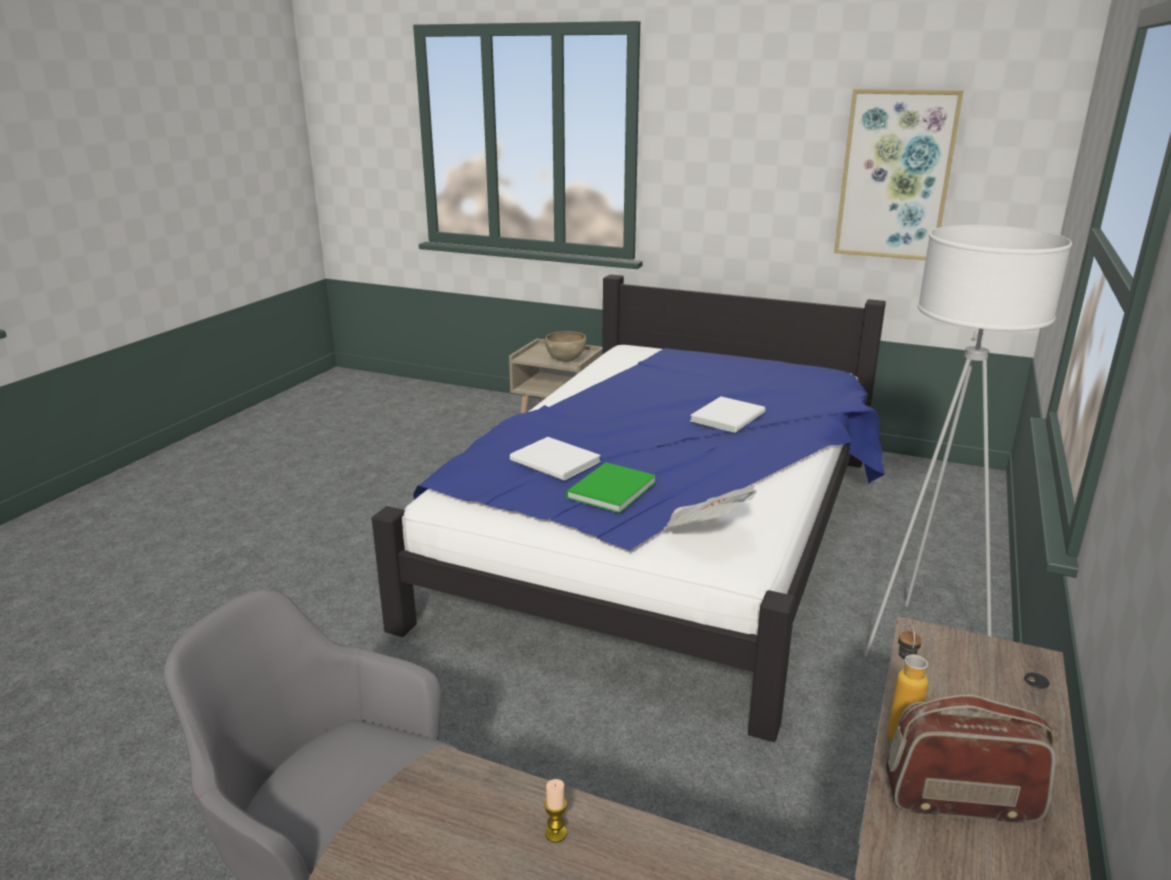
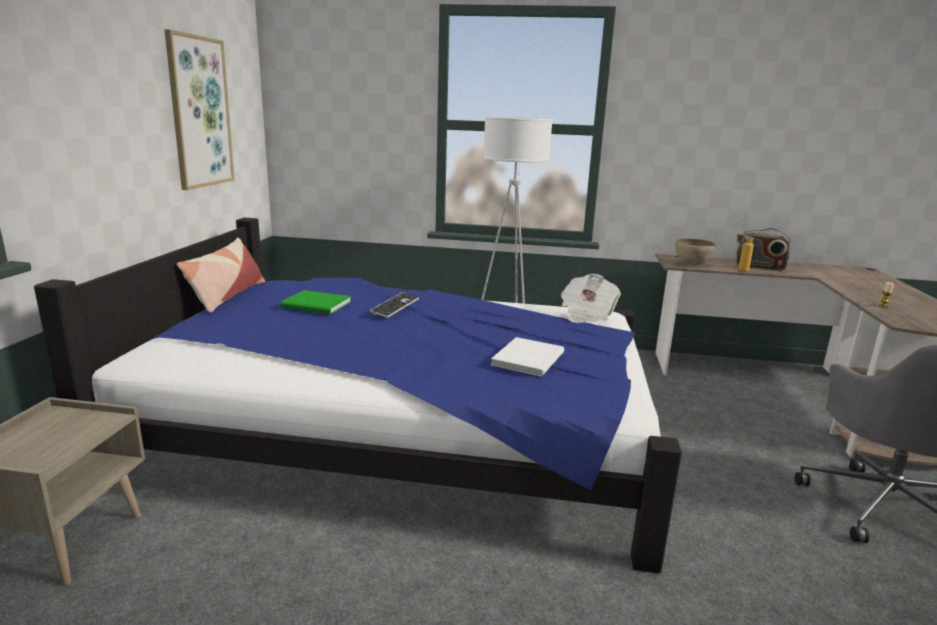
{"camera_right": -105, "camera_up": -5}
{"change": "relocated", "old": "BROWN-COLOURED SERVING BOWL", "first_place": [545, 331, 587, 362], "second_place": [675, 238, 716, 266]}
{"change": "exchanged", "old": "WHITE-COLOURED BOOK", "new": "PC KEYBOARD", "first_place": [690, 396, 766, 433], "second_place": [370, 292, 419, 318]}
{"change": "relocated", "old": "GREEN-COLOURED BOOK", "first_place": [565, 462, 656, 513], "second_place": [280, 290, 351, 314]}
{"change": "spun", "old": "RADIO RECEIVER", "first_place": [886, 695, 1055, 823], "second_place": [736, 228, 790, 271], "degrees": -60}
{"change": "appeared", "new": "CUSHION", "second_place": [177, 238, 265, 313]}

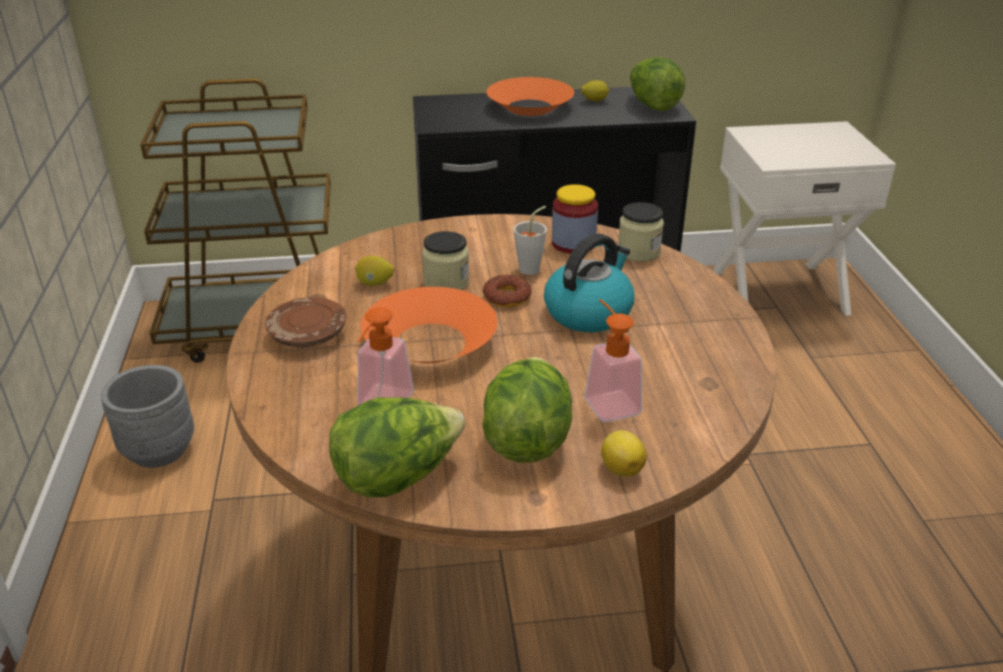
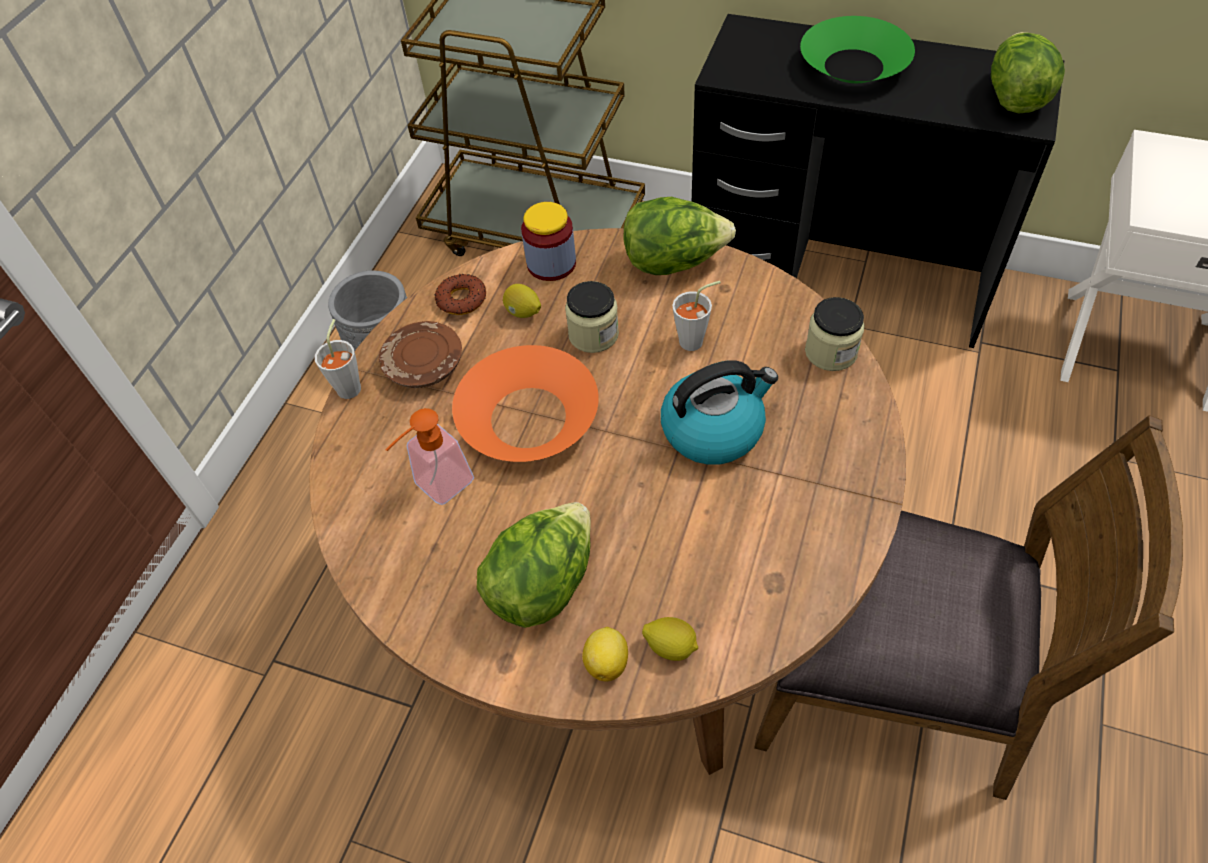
{"camera_right": 30, "camera_up": 20}
{"change": "colour", "old": "ORANGEY SERVING BOWL", "new": "GREEN-COLOURED SERVING BOWL", "first_place": [486, 77, 574, 116], "second_place": [800, 16, 915, 83]}
{"change": "relocated", "old": "LEMON", "first_place": [581, 80, 610, 102], "second_place": [642, 617, 698, 661]}
{"change": "relocated", "old": "JAR", "first_place": [552, 184, 598, 254], "second_place": [521, 202, 576, 281]}
{"change": "relocated", "old": "DONUT", "first_place": [483, 275, 532, 307], "second_place": [434, 274, 486, 315]}
{"change": "missing", "old": "SOAP DISPENSER", "first_place": [585, 299, 642, 422]}
{"change": "relocated", "old": "LETTUCE", "first_place": [329, 397, 466, 497], "second_place": [623, 197, 736, 275]}
{"change": "appeared", "new": "GREY DRINKING CUP", "second_place": [315, 319, 361, 399]}
{"change": "appeared", "new": "BROWN-COLOURED PLAIN CHAIR", "second_place": [754, 415, 1183, 800]}

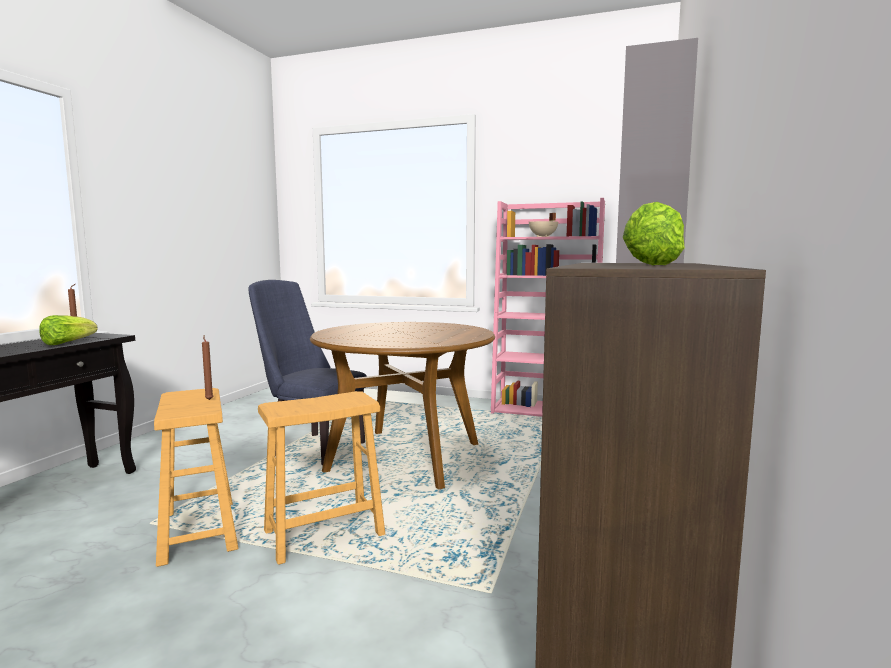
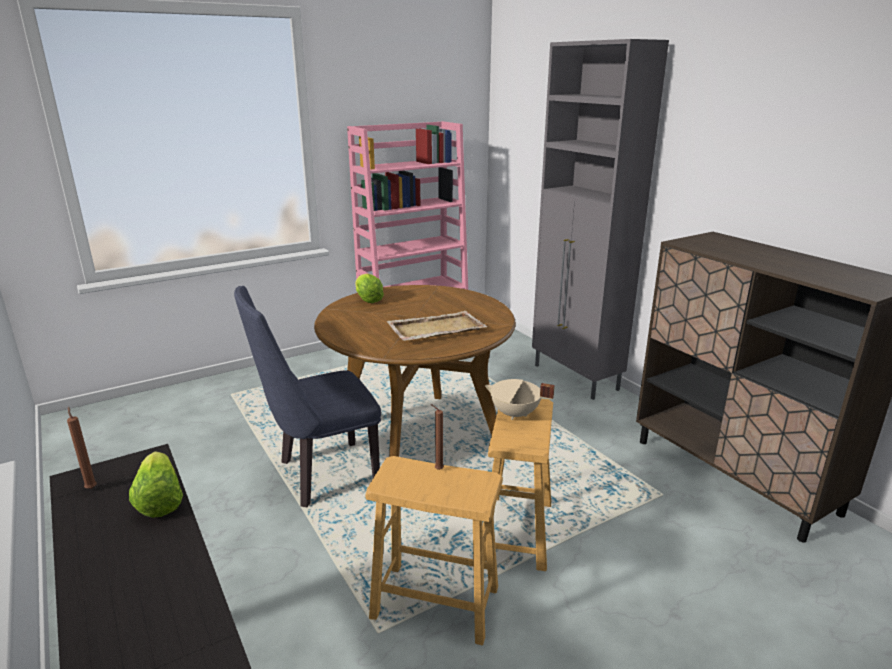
{"camera_right": -50, "camera_up": 15}
{"change": "relocated", "old": "LETTUCE", "first_place": [623, 202, 685, 265], "second_place": [355, 274, 384, 303]}
{"change": "relocated", "old": "SAND-COLOURED STOCKPOT", "first_place": [529, 213, 558, 237], "second_place": [485, 379, 555, 420]}
{"change": "appeared", "new": "SAND-COLOURED CARRYING TRAY", "second_place": [386, 311, 487, 341]}

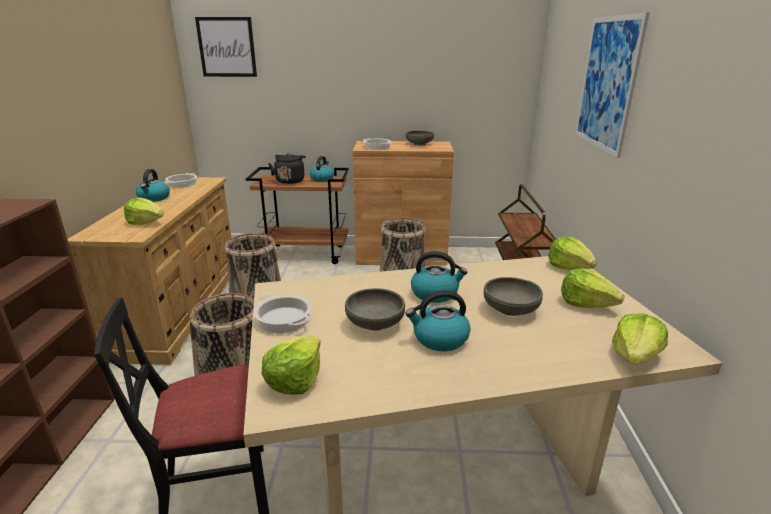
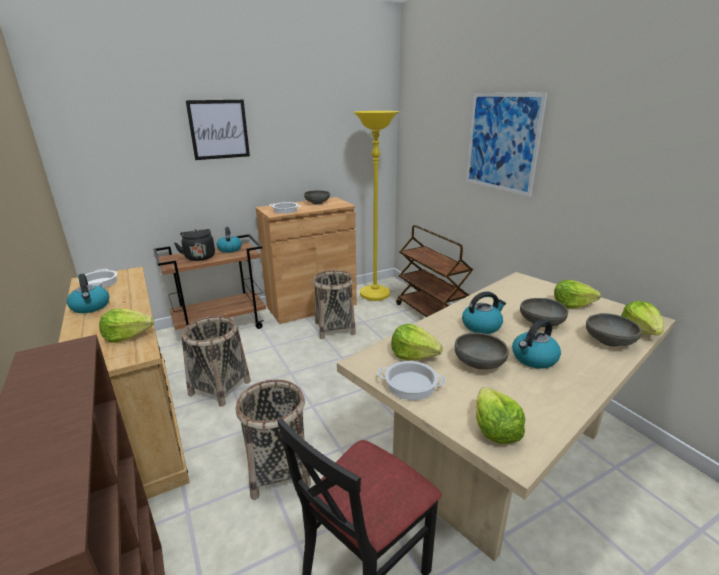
{"camera_right": -30, "camera_up": 0}
{"change": "relocated", "old": "WALL ART", "first_place": [195, 17, 257, 77], "second_place": [185, 100, 250, 160]}
{"change": "relocated", "old": "LETTUCE", "first_place": [548, 236, 597, 270], "second_place": [391, 324, 443, 360]}
{"change": "appeared", "new": "YELLOW FLOOR LAMP", "second_place": [353, 111, 399, 301]}
{"change": "appeared", "new": "GREY SERVING BOWL", "second_place": [586, 313, 642, 347]}

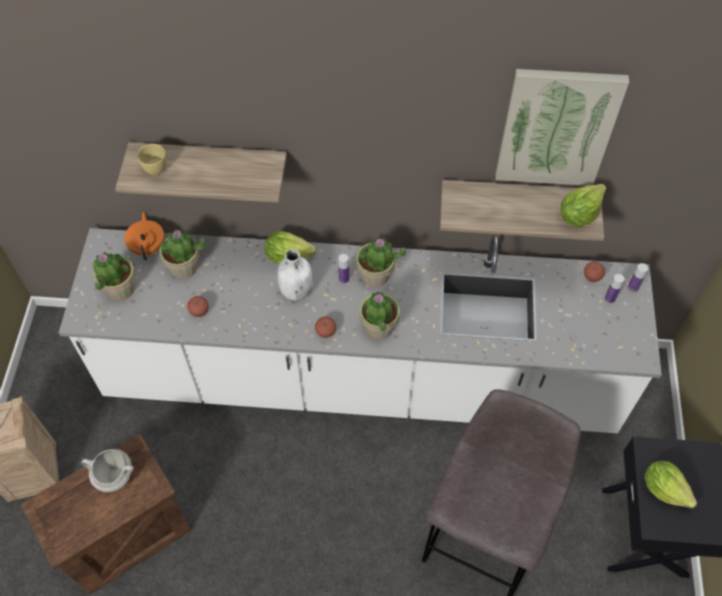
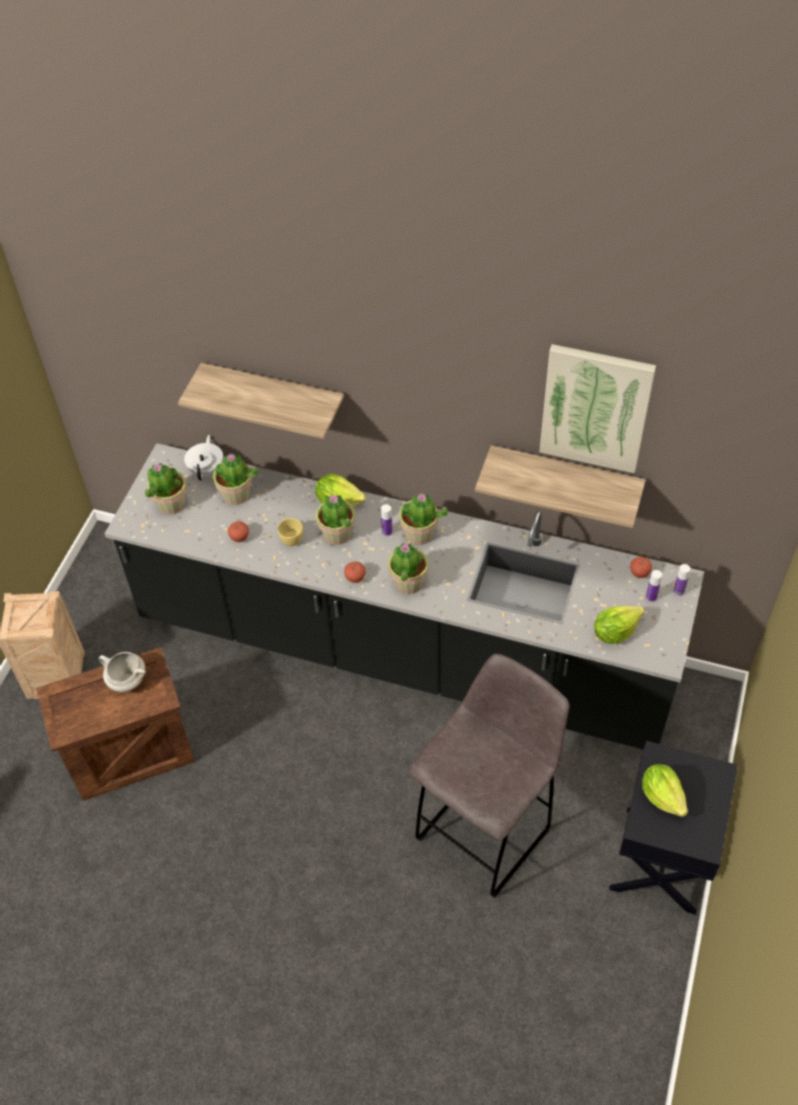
{"camera_right": 15, "camera_up": -5}
{"change": "relocated", "old": "YELLOW DRINKING CUP", "first_place": [137, 144, 166, 175], "second_place": [278, 518, 303, 546]}
{"change": "relocated", "old": "LETTUCE", "first_place": [561, 184, 606, 227], "second_place": [594, 606, 644, 644]}
{"change": "colour", "old": "ORANGEY TEAPOT", "new": "WHITE-COLOURED TEAPOT", "first_place": [124, 212, 164, 260], "second_place": [184, 435, 223, 480]}
{"change": "colour", "old": "WHITE-COLOURED COUNTER", "new": "BLACKISH COUNTER", "first_place": [59, 228, 662, 433], "second_place": [104, 443, 705, 750]}
{"change": "exchanged", "old": "WHITE-COLOURED DRINK BOTTLE", "new": "PLANT IN A POT", "first_place": [277, 249, 312, 301], "second_place": [316, 494, 355, 545]}

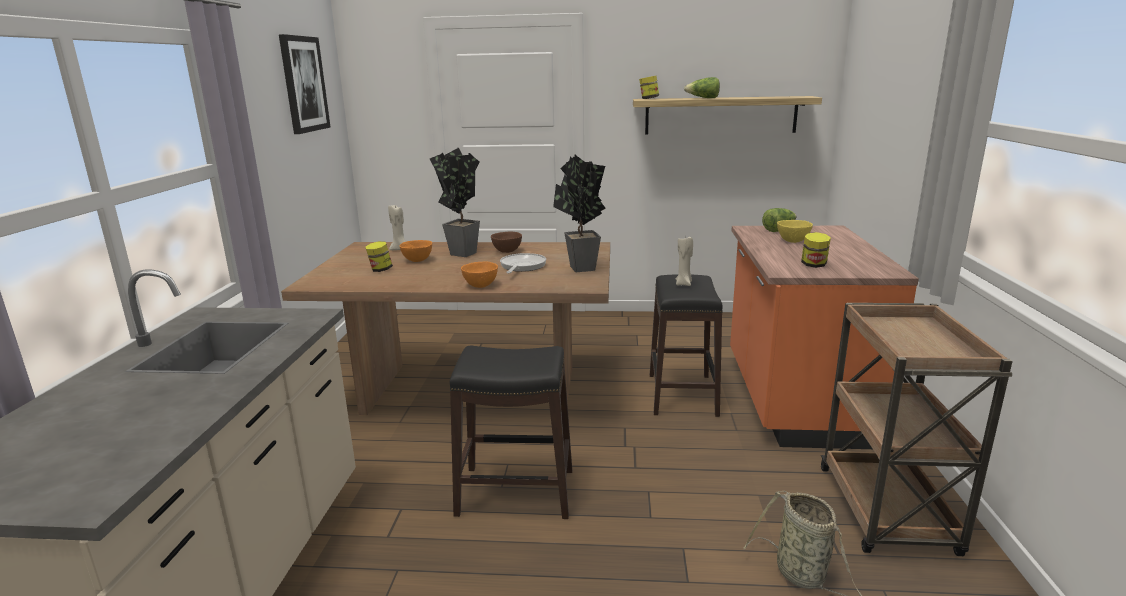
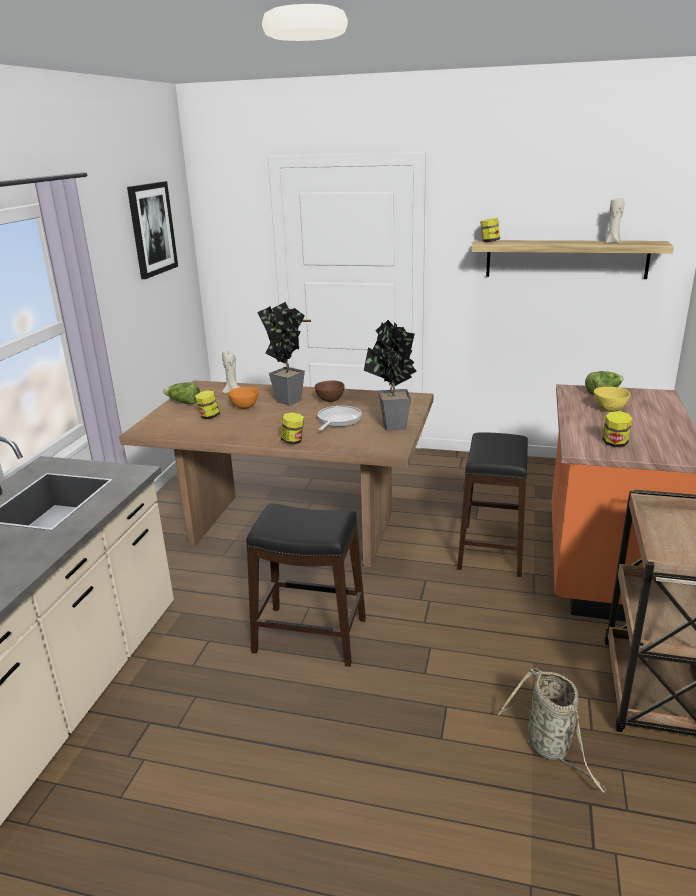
{"camera_right": 10, "camera_up": 5}
{"change": "relocated", "old": "LETTUCE", "first_place": [684, 77, 720, 98], "second_place": [163, 382, 200, 404]}
{"change": "relocated", "old": "SAND-COLOURED WAX LIGHT", "first_place": [676, 237, 693, 286], "second_place": [605, 198, 624, 244]}
{"change": "exchanged", "old": "ORANGEY SERVING BOWL", "new": "JAR", "first_place": [461, 262, 498, 288], "second_place": [281, 412, 304, 444]}

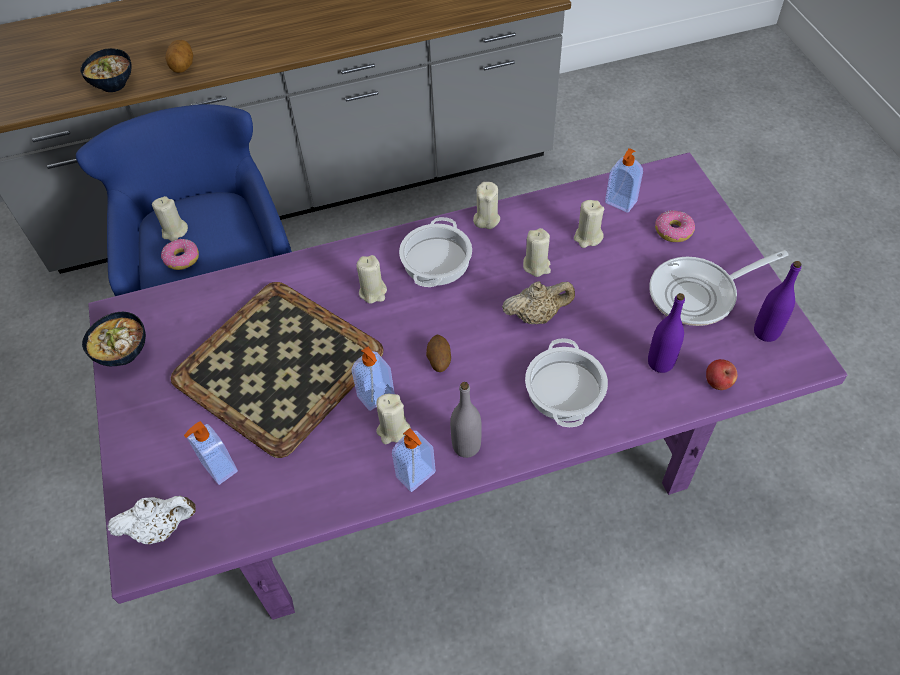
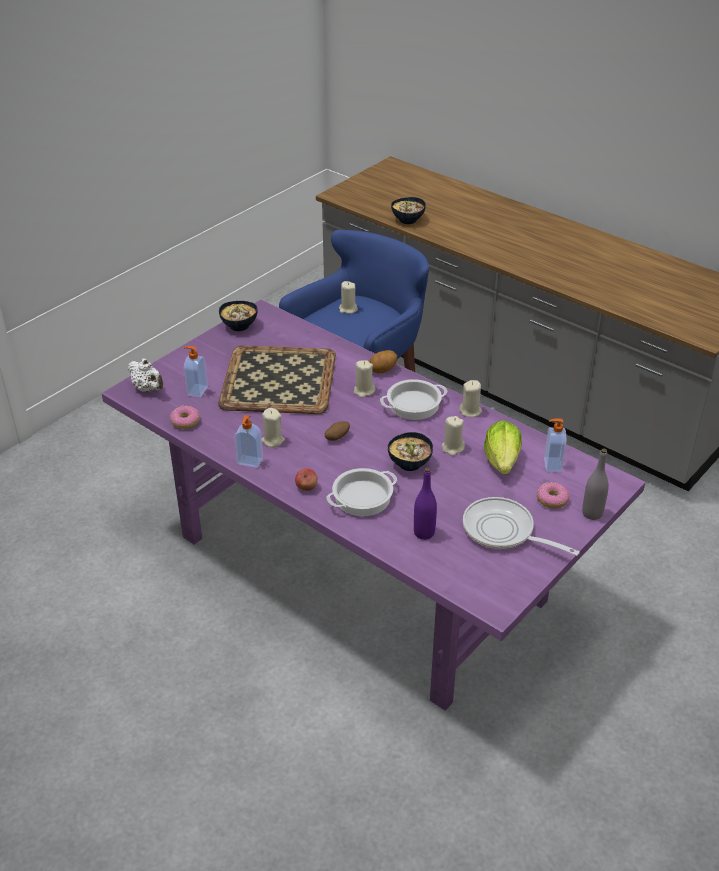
{"camera_right": 55, "camera_up": -15}
{"change": "relocated", "old": "WHOLE POTATO", "first_place": [165, 40, 193, 73], "second_place": [369, 350, 397, 374]}
{"change": "exchanged", "old": "SAND-COLOURED WAX LIGHT", "new": "LETTUCE", "first_place": [574, 200, 604, 248], "second_place": [484, 420, 522, 474]}
{"change": "relocated", "old": "DONUT", "first_place": [161, 239, 199, 270], "second_place": [170, 406, 200, 429]}
{"change": "missing", "old": "PURPLISH DRINK BOTTLE", "first_place": [754, 261, 802, 342]}
{"change": "exchanged", "old": "SAND-COLOURED TEAPOT", "new": "SERVING BOWL", "first_place": [502, 281, 575, 324], "second_place": [388, 432, 433, 471]}
{"change": "missing", "old": "SOAP DISPENSER", "first_place": [352, 347, 395, 411]}
{"change": "relocated", "old": "WHOLE APPLE", "first_place": [706, 359, 737, 390], "second_place": [295, 468, 318, 491]}
{"change": "relocated", "old": "GREY DRINK BOTTLE", "first_place": [450, 382, 482, 458], "second_place": [582, 448, 609, 520]}

